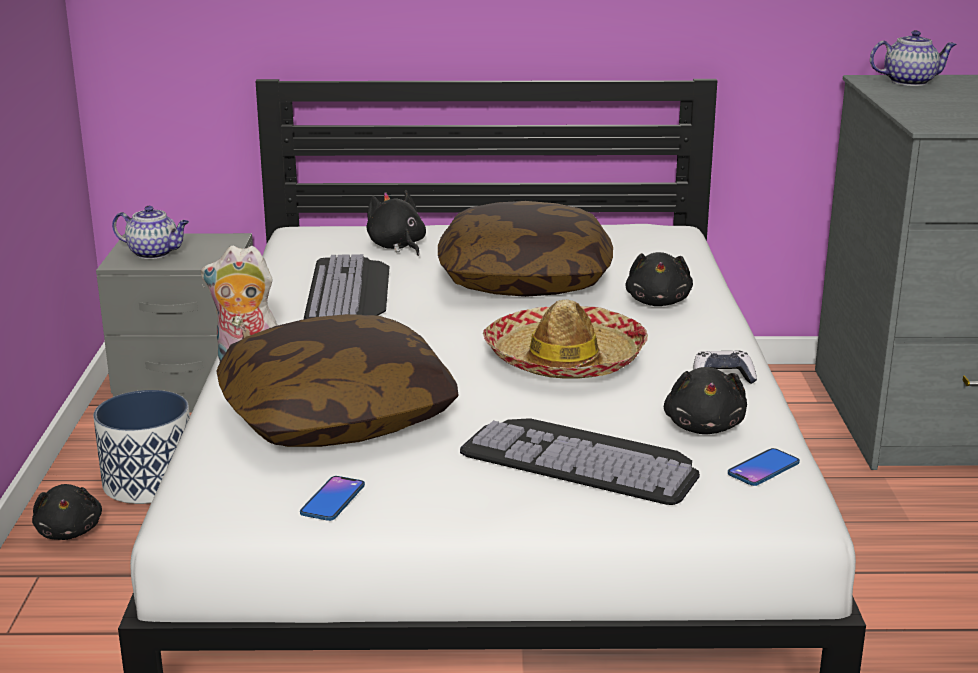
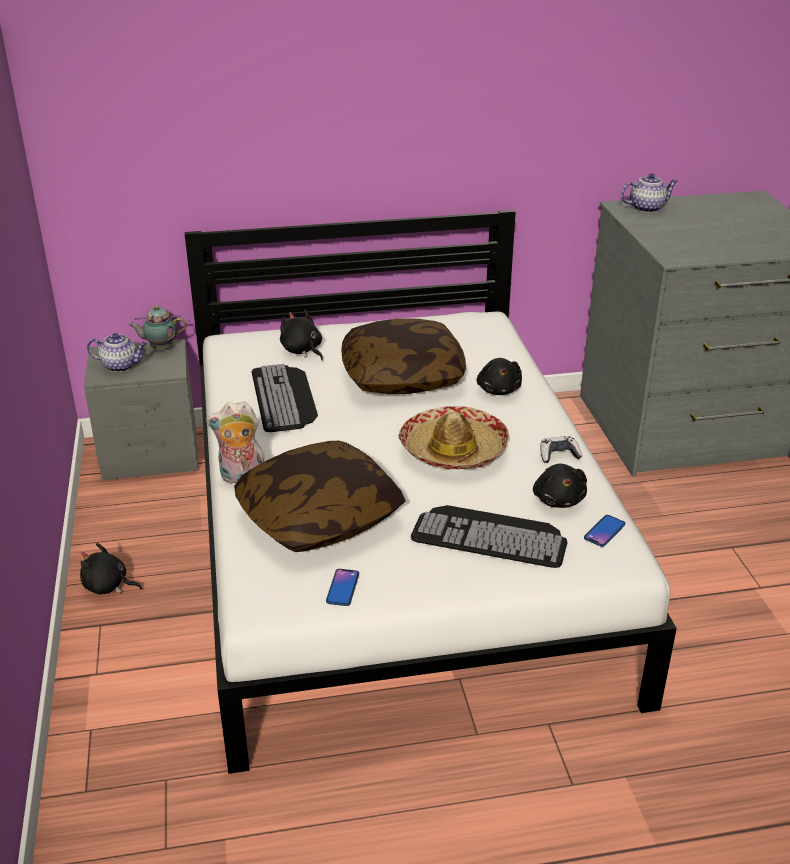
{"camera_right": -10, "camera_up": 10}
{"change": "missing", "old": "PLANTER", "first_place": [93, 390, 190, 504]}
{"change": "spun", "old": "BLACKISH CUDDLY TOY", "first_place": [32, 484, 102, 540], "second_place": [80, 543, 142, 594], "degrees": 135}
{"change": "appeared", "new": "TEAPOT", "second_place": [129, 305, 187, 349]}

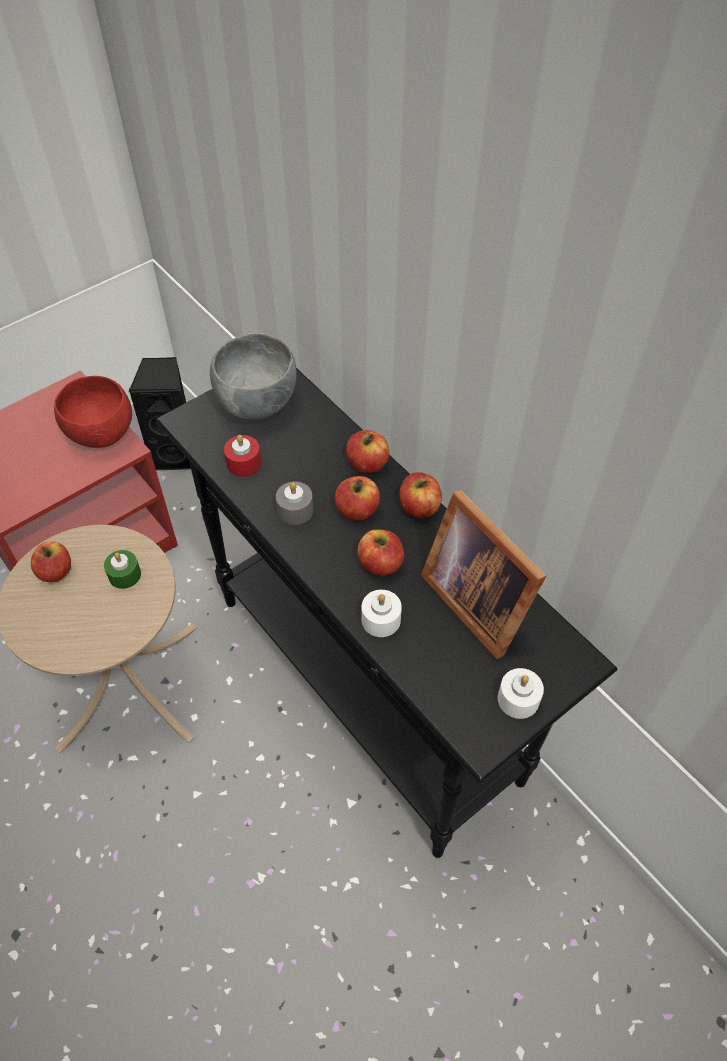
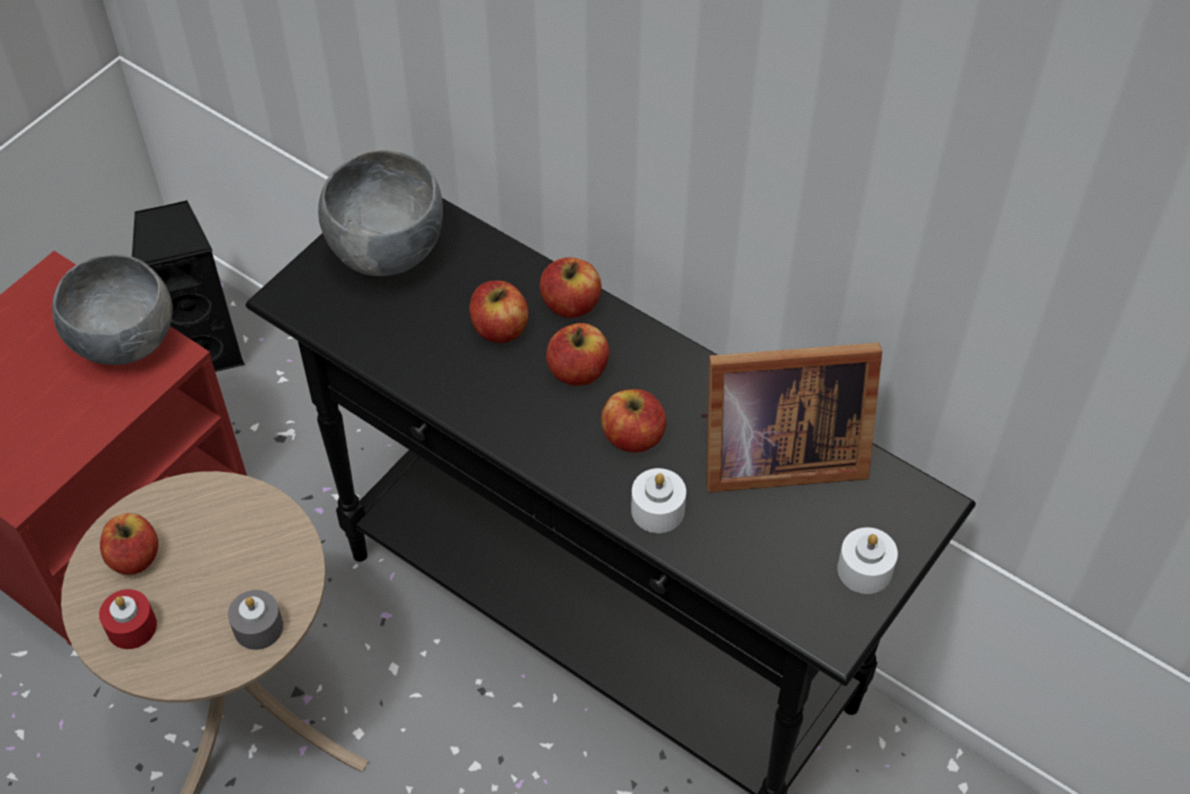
{"camera_right": -15, "camera_up": 0}
{"change": "colour", "old": "RED-COLOURED SERVING BOWL", "new": "GREY SERVING BOWL", "first_place": [54, 376, 132, 448], "second_place": [52, 254, 173, 365]}
{"change": "relocated", "old": "RED-COLOURED WAX LIGHT", "first_place": [224, 435, 261, 477], "second_place": [99, 589, 157, 649]}
{"change": "relocated", "old": "WHOLE APPLE", "first_place": [400, 472, 442, 518], "second_place": [469, 281, 529, 343]}
{"change": "relocated", "old": "GREY WAX LIGHT", "first_place": [276, 482, 313, 525], "second_place": [228, 590, 283, 650]}
{"change": "spun", "old": "STANDING FRAME", "first_place": [421, 490, 547, 660], "second_place": [701, 343, 882, 492], "degrees": -45}
{"change": "missing", "old": "GREEN-COLOURED WAX LIGHT", "first_place": [104, 550, 141, 589]}

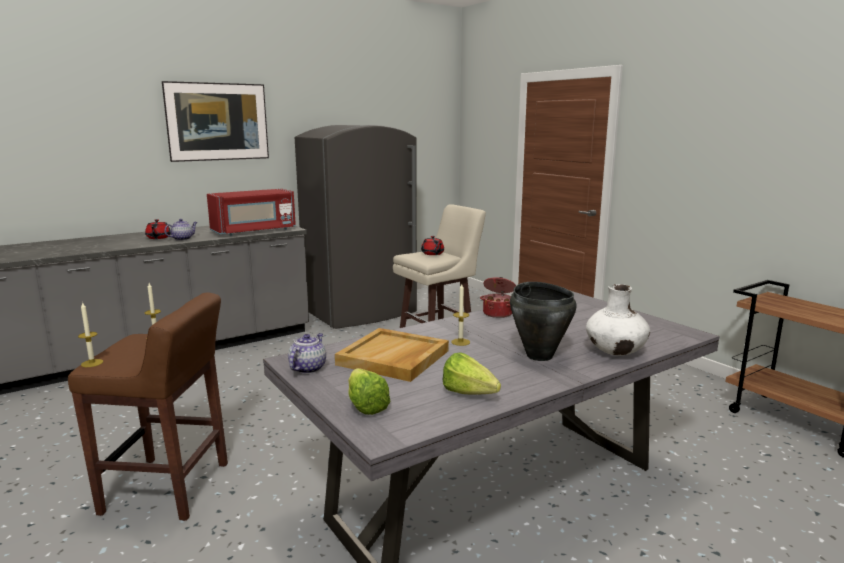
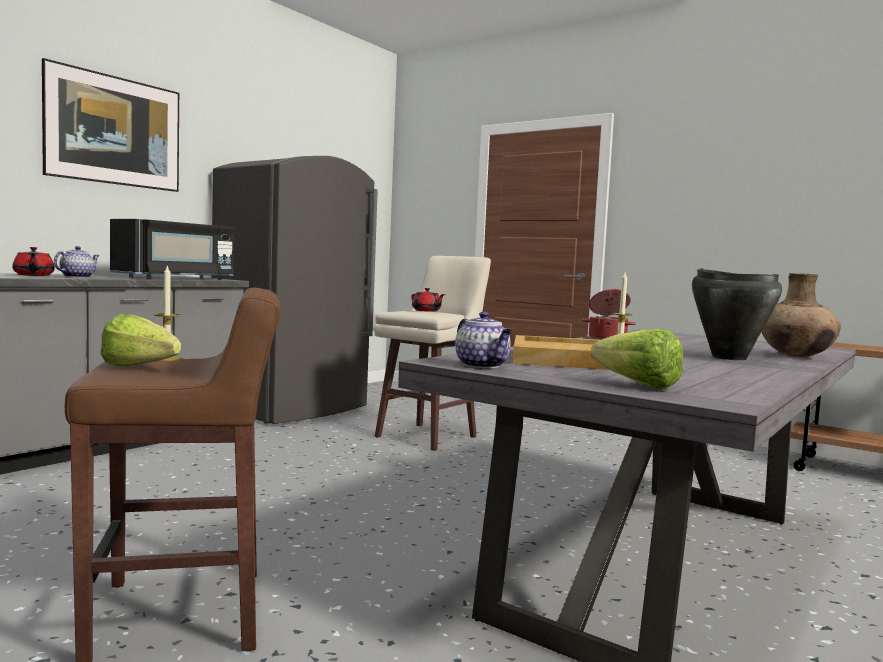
{"camera_right": -20, "camera_up": -10}
{"change": "colour", "old": "RED-COLOURED KITCHEN MICROWAVE", "new": "BLACKISH KITCHEN MICROWAVE", "first_place": [207, 189, 296, 236], "second_place": [110, 219, 234, 280]}
{"change": "colour", "old": "WHITE-COLOURED FLOWER VASE", "new": "BROWN-COLOURED FLOWER VASE", "first_place": [586, 284, 650, 356], "second_place": [762, 273, 841, 357]}
{"change": "missing", "old": "WAX LIGHT", "first_place": [78, 302, 103, 367]}
{"change": "spun", "old": "TEAPOT", "first_place": [288, 333, 326, 374], "second_place": [455, 312, 512, 368], "degrees": 150}
{"change": "relocated", "old": "LETTUCE", "first_place": [443, 352, 501, 395], "second_place": [100, 314, 181, 366]}

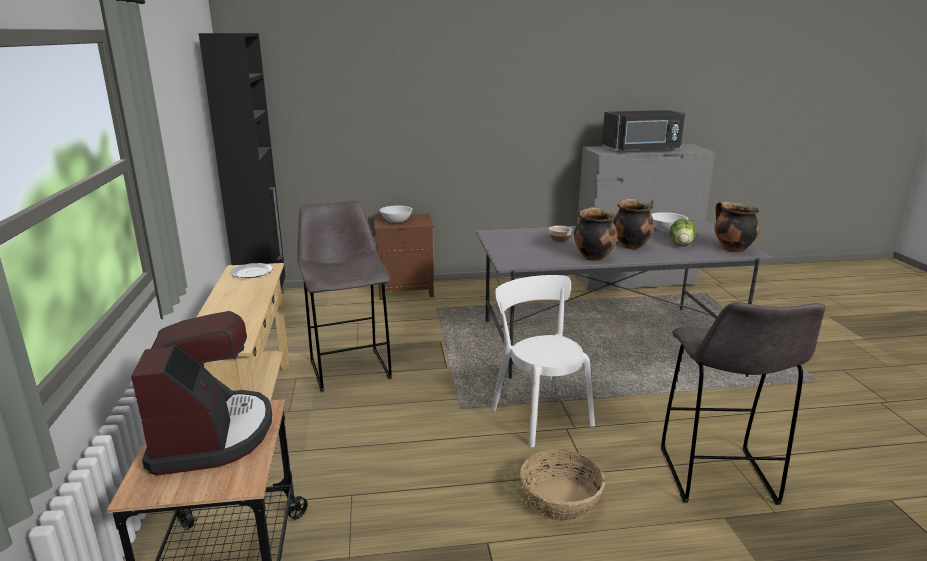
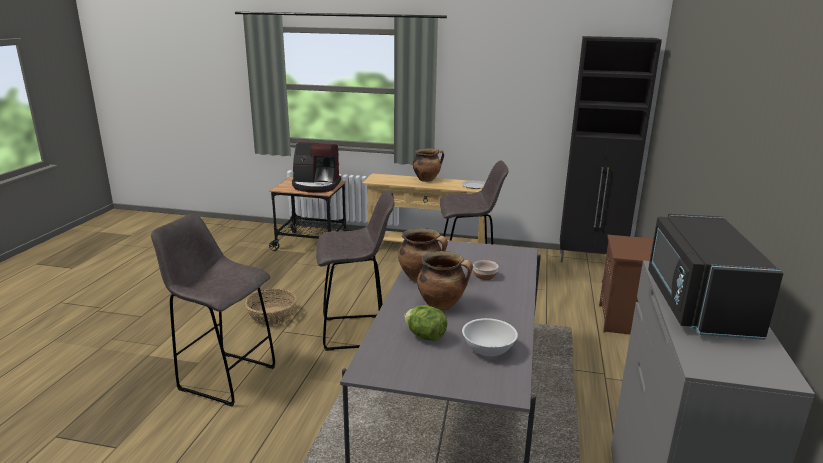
{"camera_right": 110, "camera_up": 0}
{"change": "relocated", "old": "STOCKPOT", "first_place": [714, 202, 760, 252], "second_place": [413, 148, 444, 182]}
{"change": "missing", "old": "WHITE-COLOURED SERVING BOWL", "first_place": [380, 206, 413, 223]}
{"change": "exchanged", "old": "WHITE-COLOURED PLAIN CHAIR", "new": "GREY STOOL SEAT", "first_place": [491, 275, 595, 447], "second_place": [316, 191, 395, 351]}

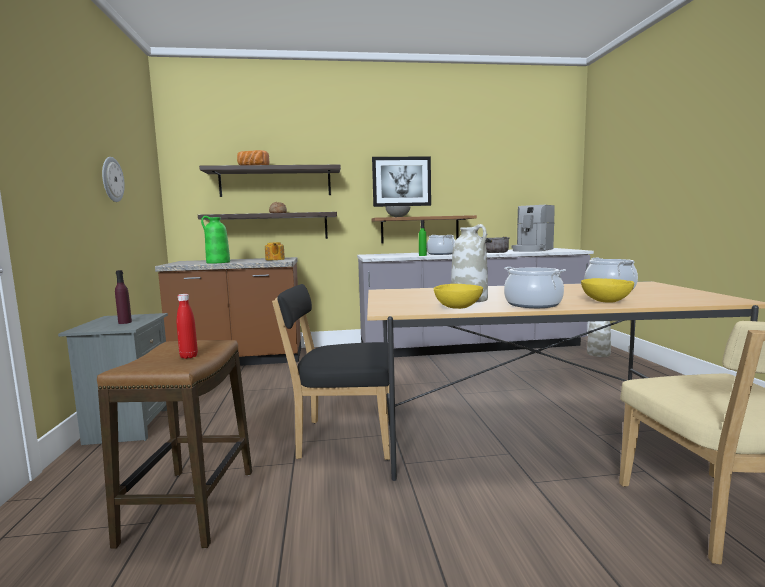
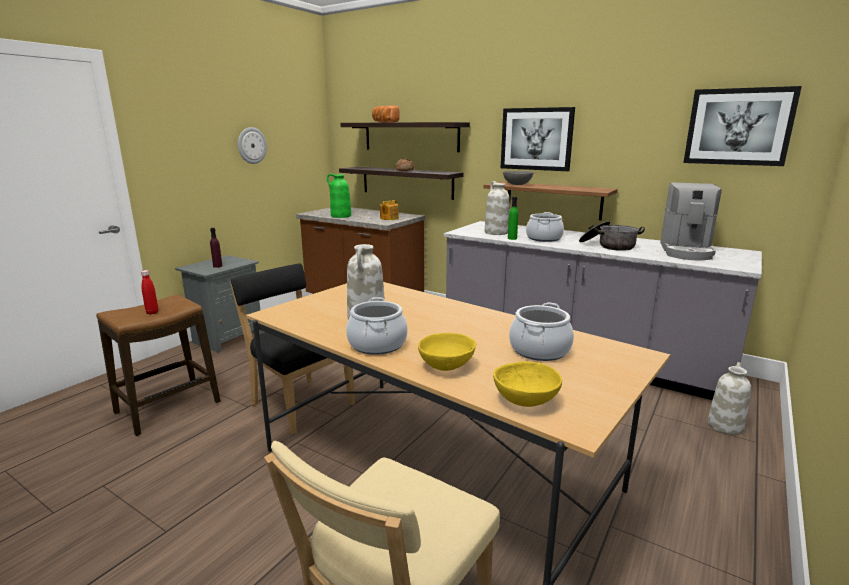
{"camera_right": 40, "camera_up": 10}
{"change": "spun", "old": "COFFEE MAKER", "first_place": [512, 205, 555, 252], "second_place": [660, 183, 722, 260], "degrees": -60}
{"change": "relocated", "old": "YELLOW SERVING BOWL", "first_place": [434, 284, 483, 309], "second_place": [493, 361, 562, 407]}
{"change": "appeared", "new": "WALL ART", "second_place": [683, 86, 802, 166]}
{"change": "appeared", "new": "WHITE-COLOURED FLOWER VASE", "second_place": [485, 181, 510, 235]}

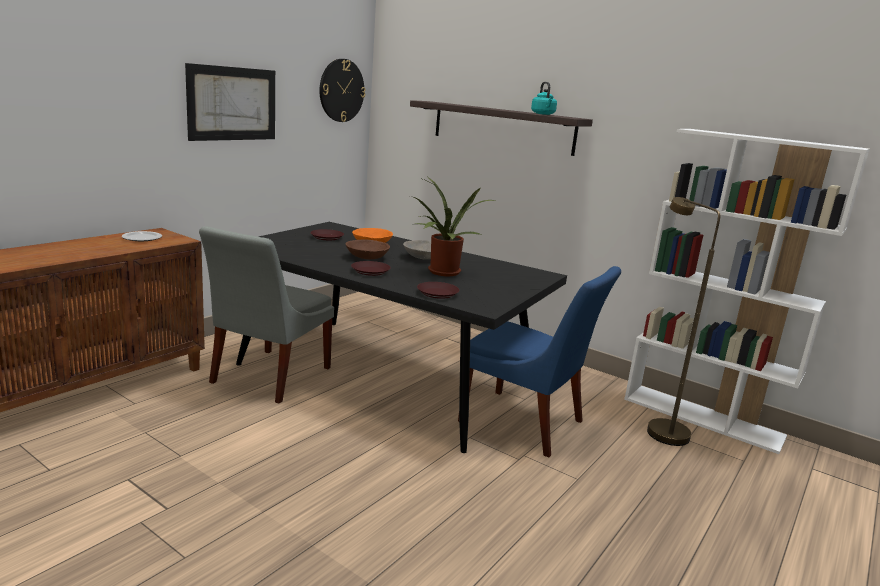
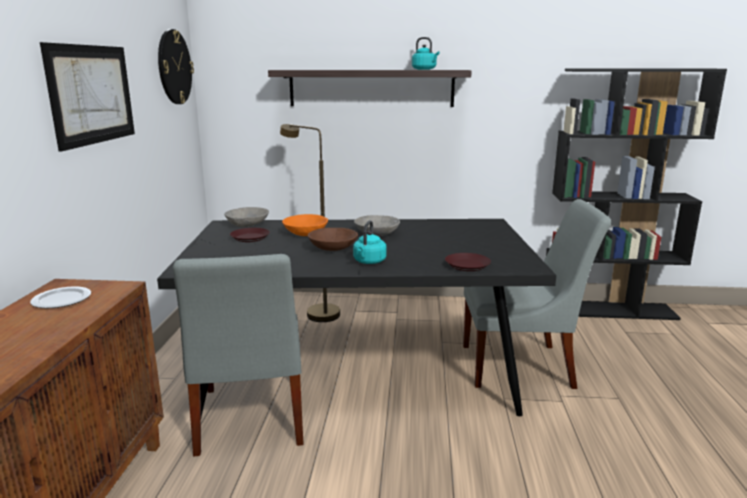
{"camera_right": -30, "camera_up": 0}
{"change": "colour", "old": "WHITE-COLOURED BOOKCASE", "new": "BLACKISH BOOKCASE", "first_place": [624, 129, 870, 454], "second_place": [546, 68, 727, 320]}
{"change": "missing", "old": "PLANT IN A POT", "first_place": [410, 177, 495, 276]}
{"change": "relocated", "old": "BROWN-COLOURED FLOOR LAMP", "first_place": [647, 197, 720, 446], "second_place": [280, 124, 340, 322]}
{"change": "exchanged", "old": "BROWN-COLOURED PLATE", "new": "TURQUOISE KETTLE", "first_place": [351, 261, 391, 276], "second_place": [353, 221, 387, 264]}
{"change": "colour", "old": "BLUISH PLAIN CHAIR", "new": "GREY PLAIN CHAIR", "first_place": [458, 266, 621, 457], "second_place": [463, 199, 611, 389]}
{"change": "appeared", "new": "GREY SERVING BOWL", "second_place": [224, 207, 269, 227]}

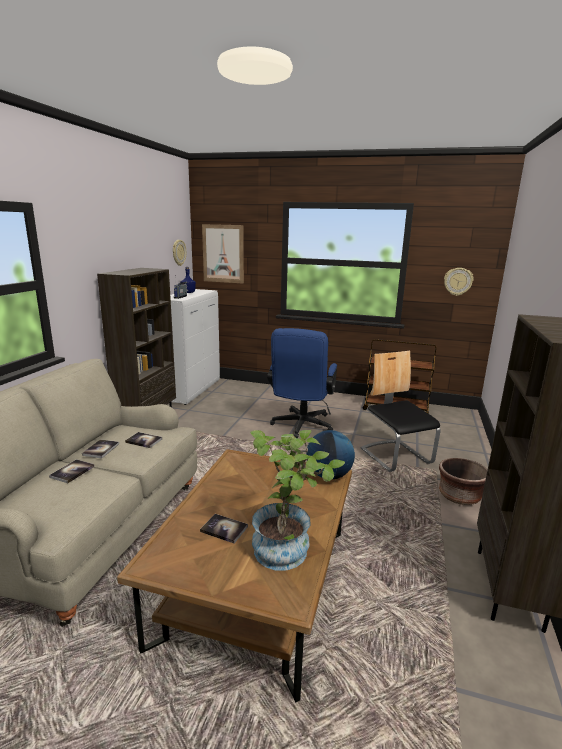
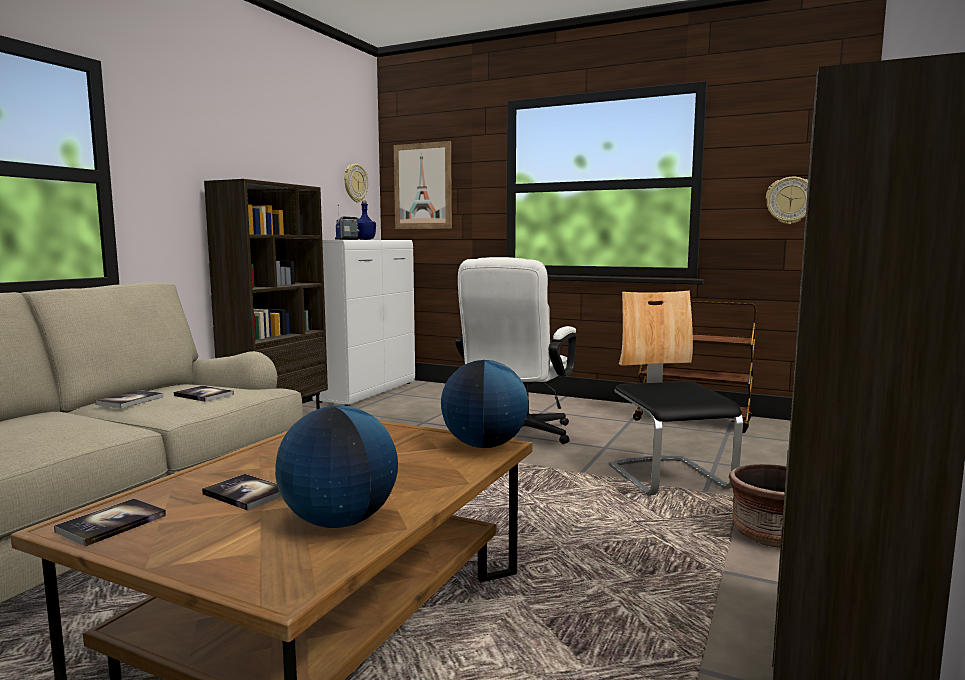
{"camera_right": 10, "camera_up": -10}
{"change": "colour", "old": "BLUISH OFFICE CHAIR", "new": "WHITE-COLOURED OFFICE CHAIR", "first_place": [267, 328, 337, 438], "second_place": [456, 257, 577, 444]}
{"change": "exchanged", "old": "PLANT IN A POT", "new": "WORLD GLOBE", "first_place": [250, 430, 345, 571], "second_place": [275, 405, 398, 528]}
{"change": "relocated", "old": "BOOK", "first_place": [49, 459, 95, 483], "second_place": [54, 498, 166, 547]}

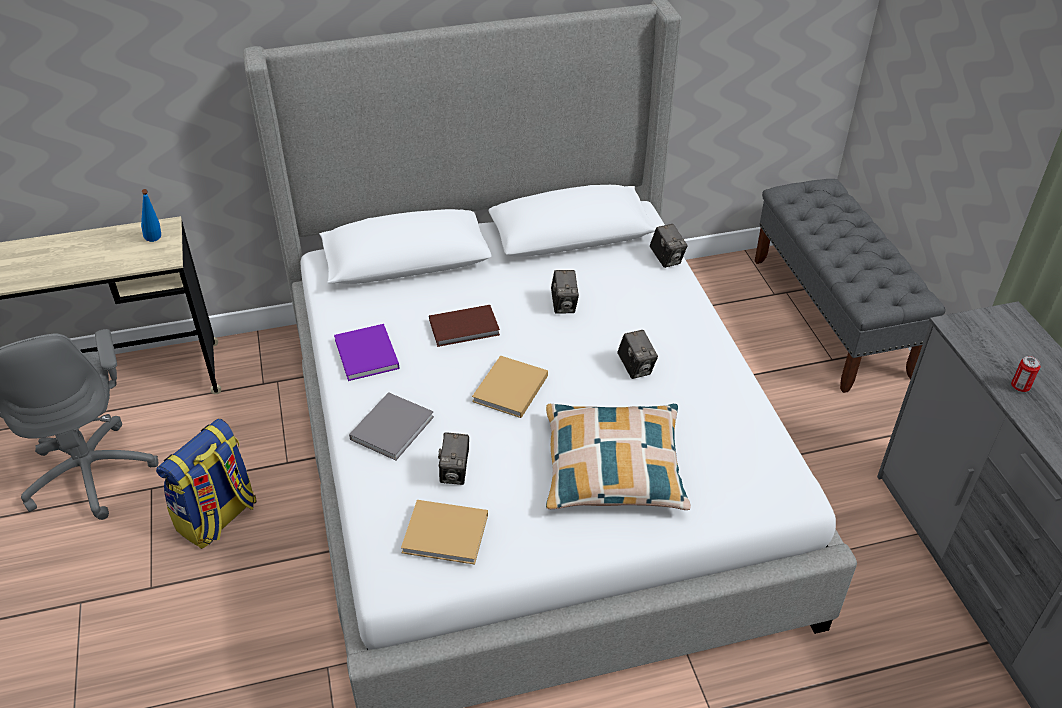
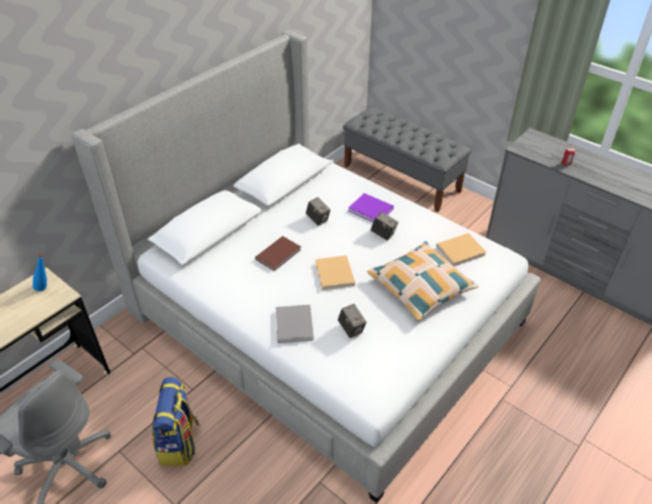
{"camera_right": -35, "camera_up": 0}
{"change": "missing", "old": "PHOTO CAMERA", "first_place": [650, 224, 688, 268]}
{"change": "relocated", "old": "PURPLISH BOOK", "first_place": [334, 324, 400, 381], "second_place": [348, 193, 394, 222]}
{"change": "relocated", "old": "SAND-COLOURED BOOK", "first_place": [401, 500, 488, 565], "second_place": [437, 233, 486, 266]}

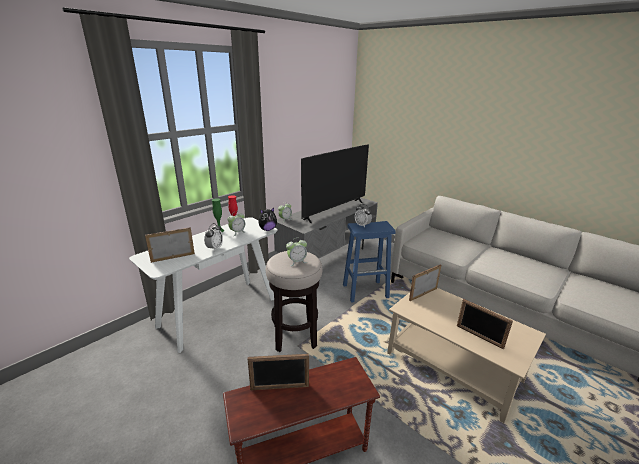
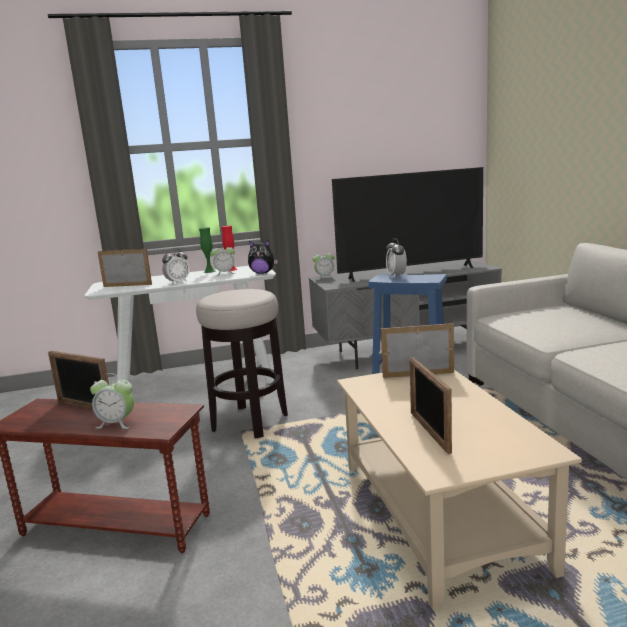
{"camera_right": 35, "camera_up": -10}
{"change": "relocated", "old": "TABLE CLOCK", "first_place": [286, 238, 307, 266], "second_place": [90, 373, 134, 429]}

